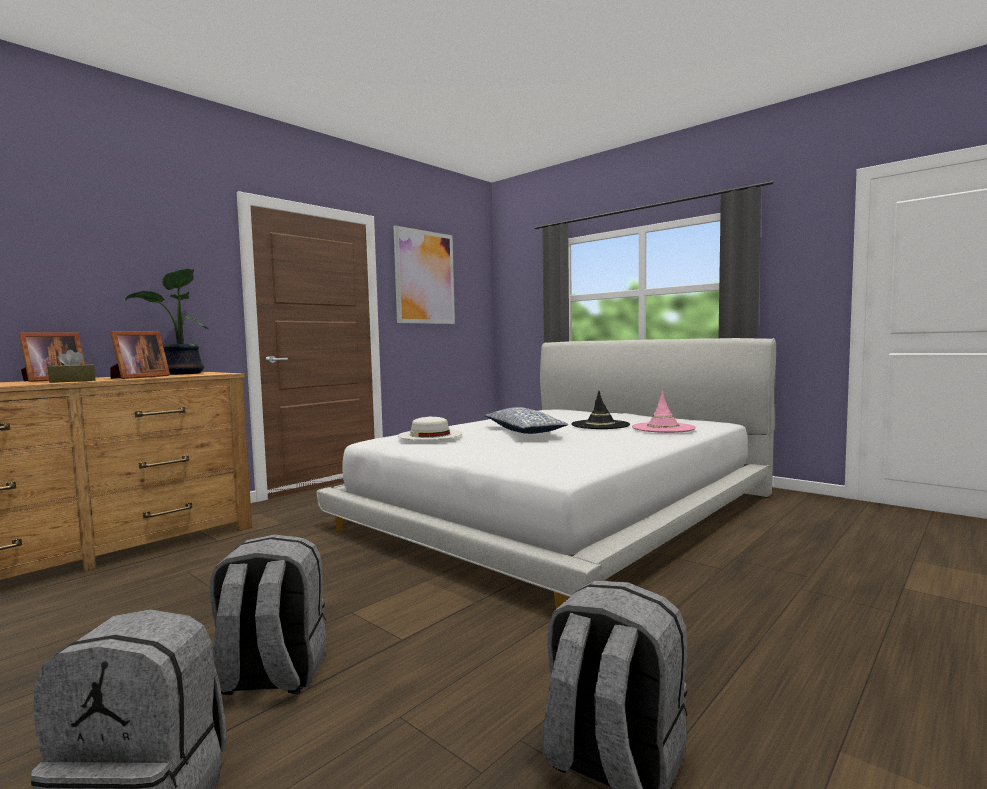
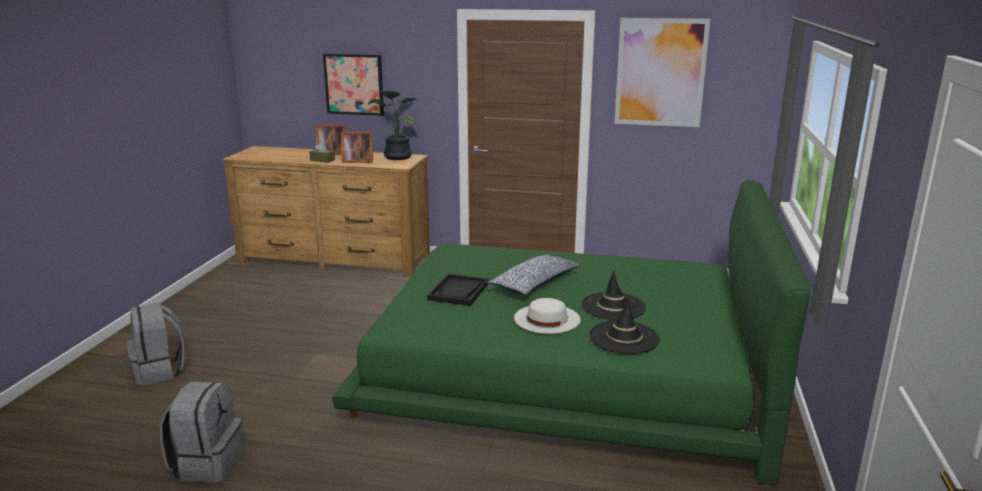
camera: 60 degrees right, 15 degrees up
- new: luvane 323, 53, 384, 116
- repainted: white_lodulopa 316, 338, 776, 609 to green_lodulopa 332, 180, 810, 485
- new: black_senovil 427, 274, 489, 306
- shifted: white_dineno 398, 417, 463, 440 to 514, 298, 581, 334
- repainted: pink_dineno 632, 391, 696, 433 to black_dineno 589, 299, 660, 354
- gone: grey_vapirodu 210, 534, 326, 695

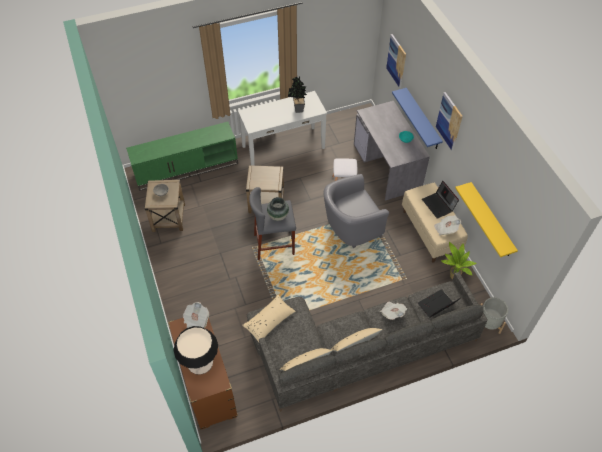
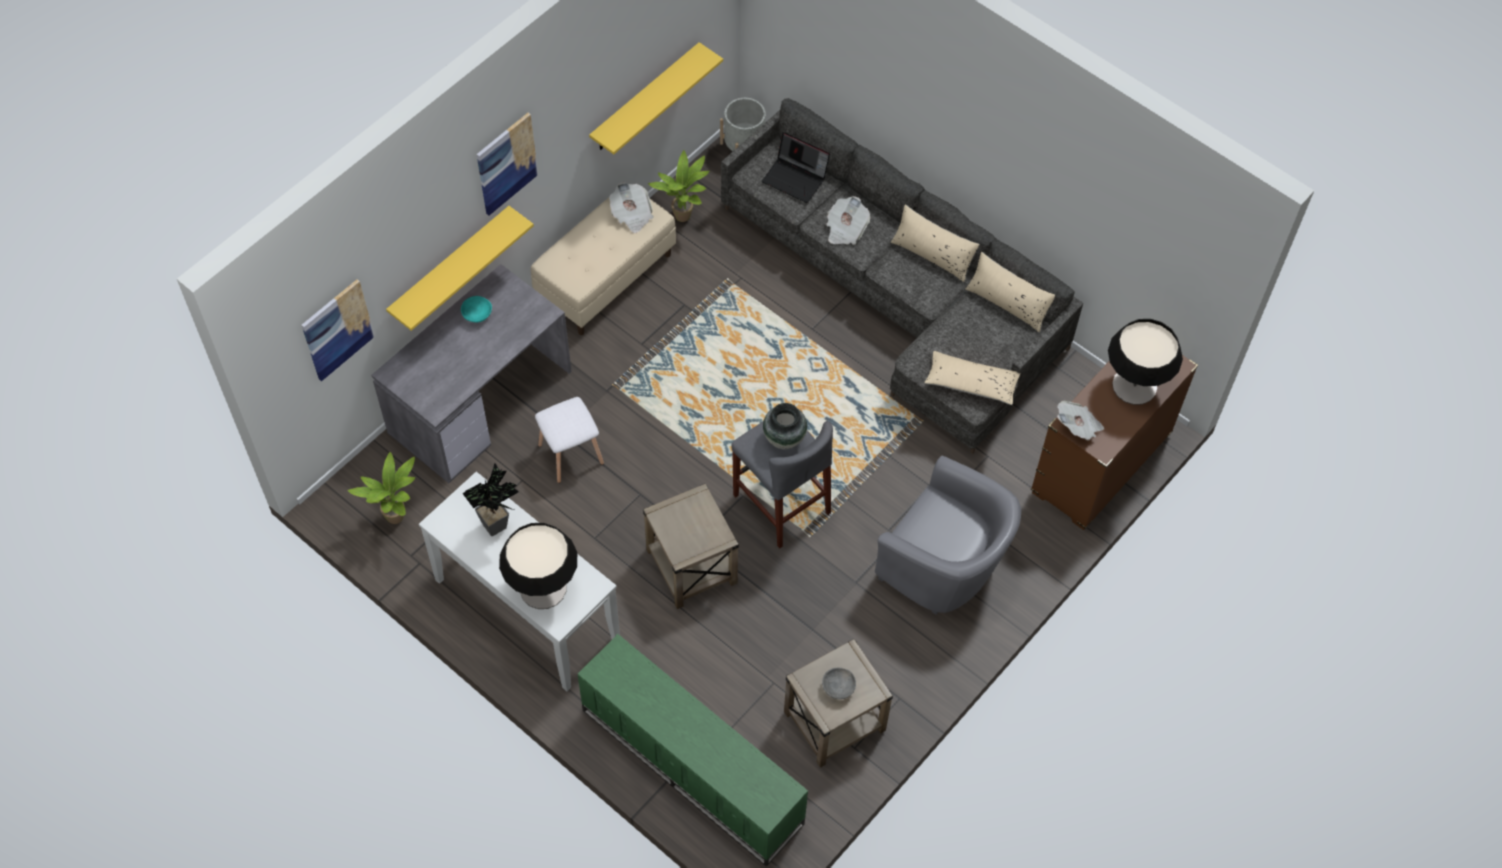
camera: 120 degrees left, 5 degrees up
- new: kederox 347, 452, 415, 524
- repainted: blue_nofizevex 392, 88, 443, 149 to yellow_nofizevex 386, 206, 534, 331
- new: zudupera 499, 523, 577, 609
- shifted: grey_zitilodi 324, 174, 389, 248 to 875, 456, 1021, 615
- gone: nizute 422, 181, 459, 219

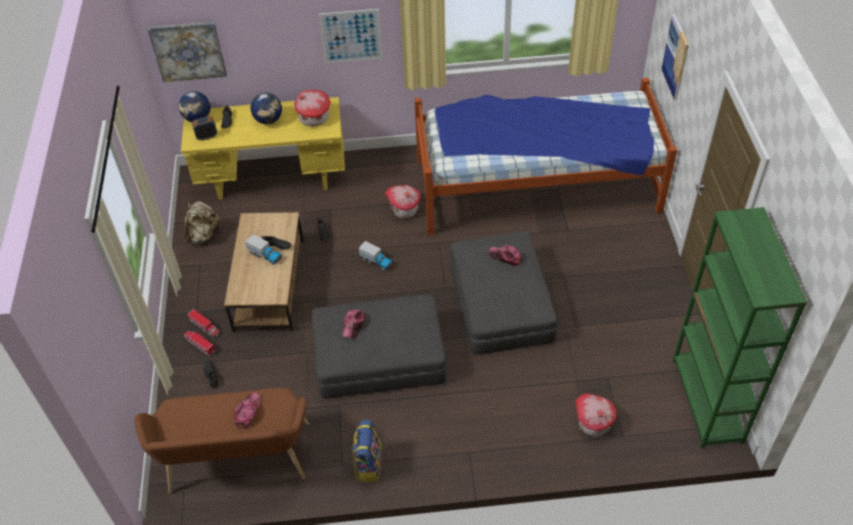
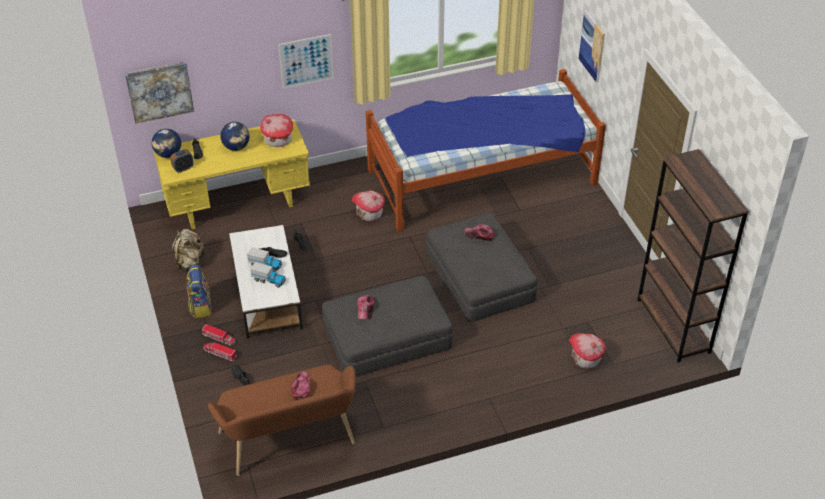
camera: 15 degrees left, 5 degrees down
- shifted: vapirodu 352, 420, 382, 482 to 186, 264, 211, 318
- repainted: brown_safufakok 224, 212, 304, 332 to white_safufakok 229, 225, 303, 339
- shifted: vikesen 359, 241, 393, 271 to 250, 262, 286, 288
- repainted: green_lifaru 673, 207, 807, 448 to brown_lifaru 637, 149, 749, 363

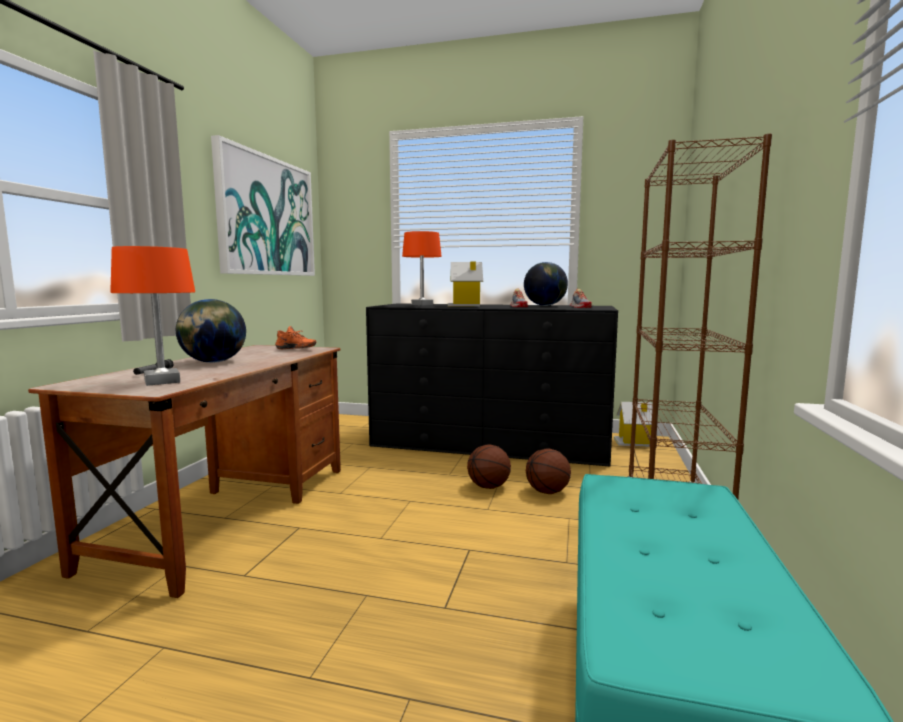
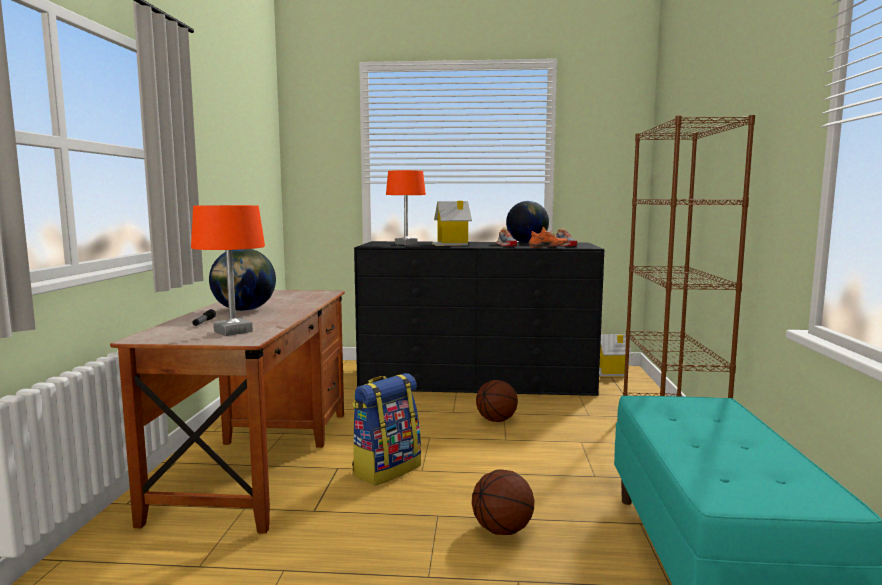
camera: 10 degrees left, 0 degrees up
- new: vapirodu 352, 373, 421, 486
- shifted: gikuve 526, 448, 571, 494 to 472, 469, 534, 535
- shifted: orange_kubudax 275, 326, 316, 349 to 529, 227, 568, 248
- gone: luvane 211, 135, 315, 276

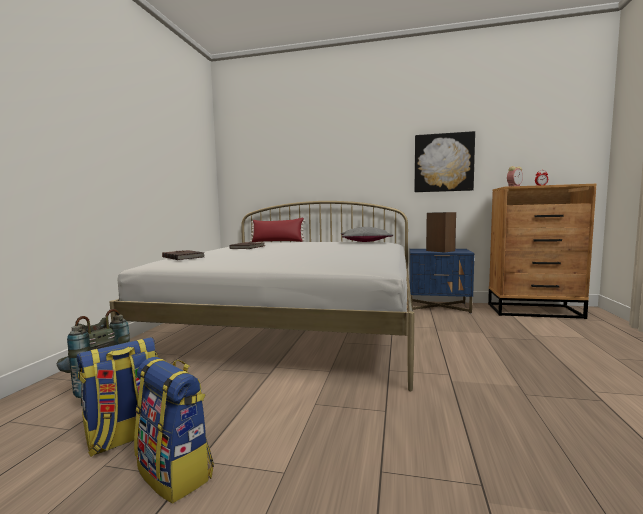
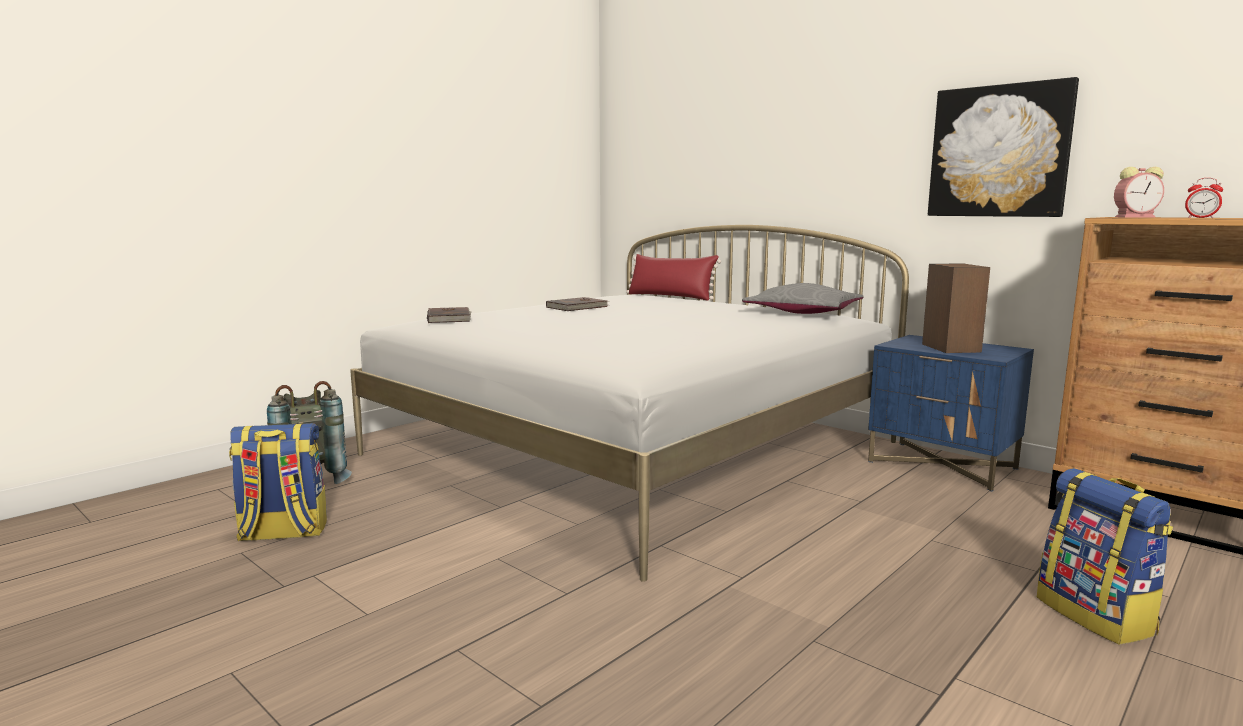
camera: 30 degrees right, 5 degrees up
- shifted: vapirodu 134, 357, 214, 503 to 1037, 468, 1173, 645

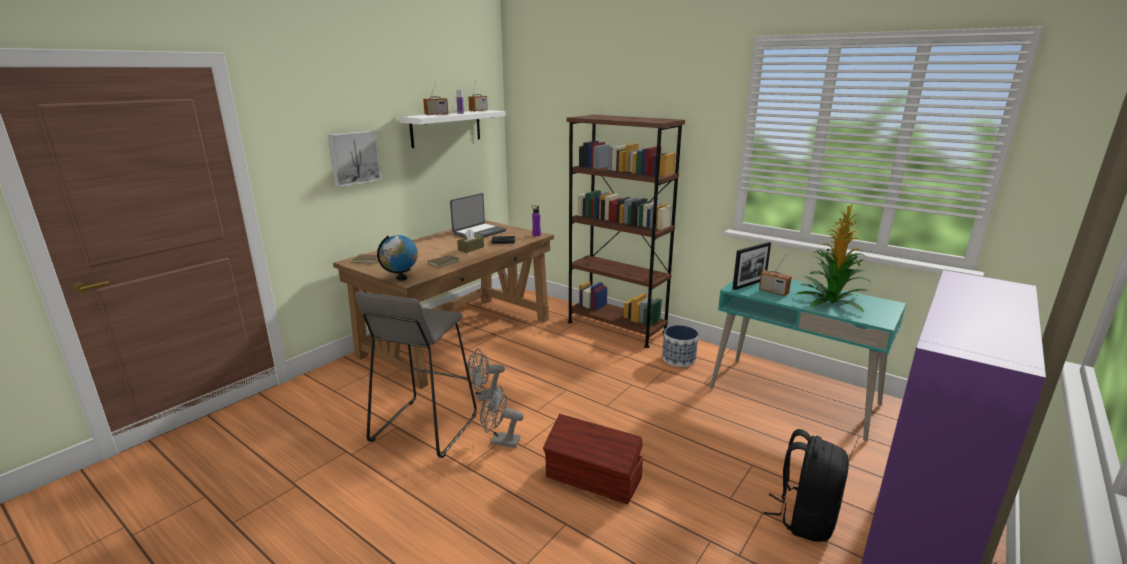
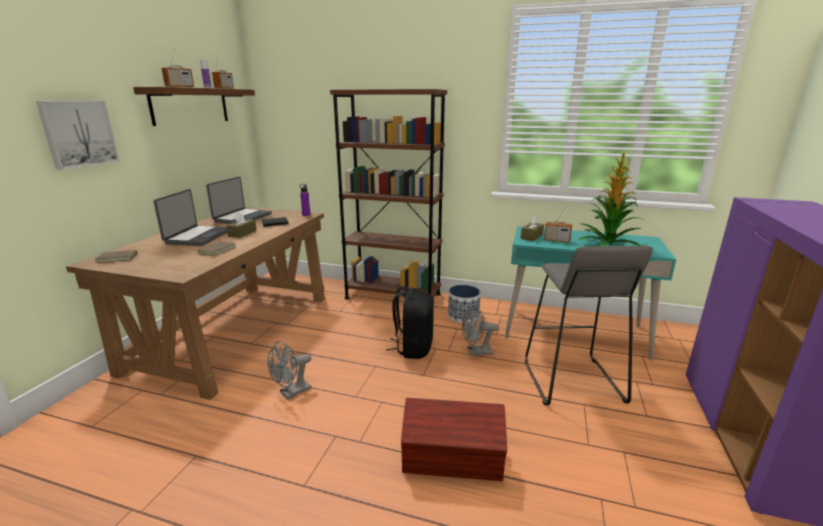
camera: 20 degrees left, 0 degrees up
- repainted: white_nofizevex 399, 110, 506, 148 to brown_nofizevex 133, 87, 255, 126
- new: nizute 153, 189, 227, 246
- shifted: black_vapirodu 764, 429, 849, 542 to 386, 286, 434, 359
- shifted: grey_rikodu 480, 386, 524, 448 to 462, 305, 499, 356
- swapped: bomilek 732, 242, 771, 290 to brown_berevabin 521, 215, 544, 241
- shifted: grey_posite 355, 291, 477, 458 to 525, 246, 653, 405
- gone: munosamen 377, 235, 418, 281

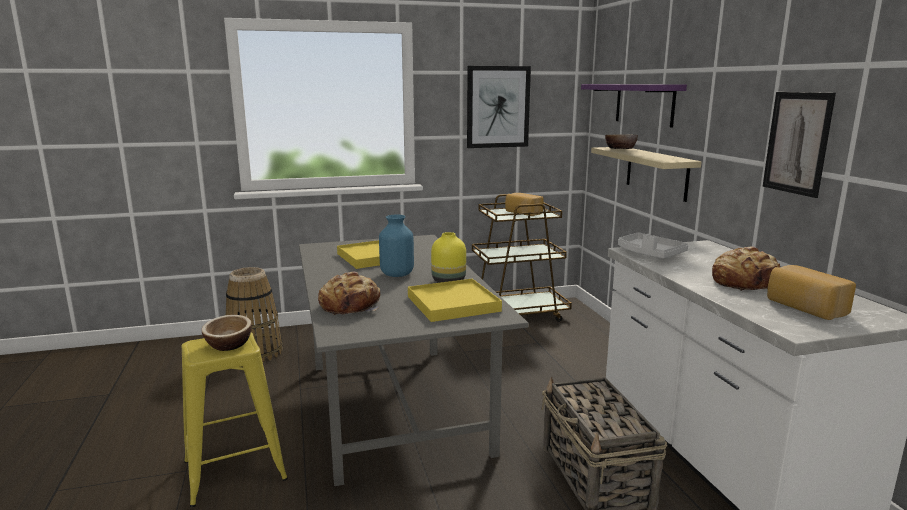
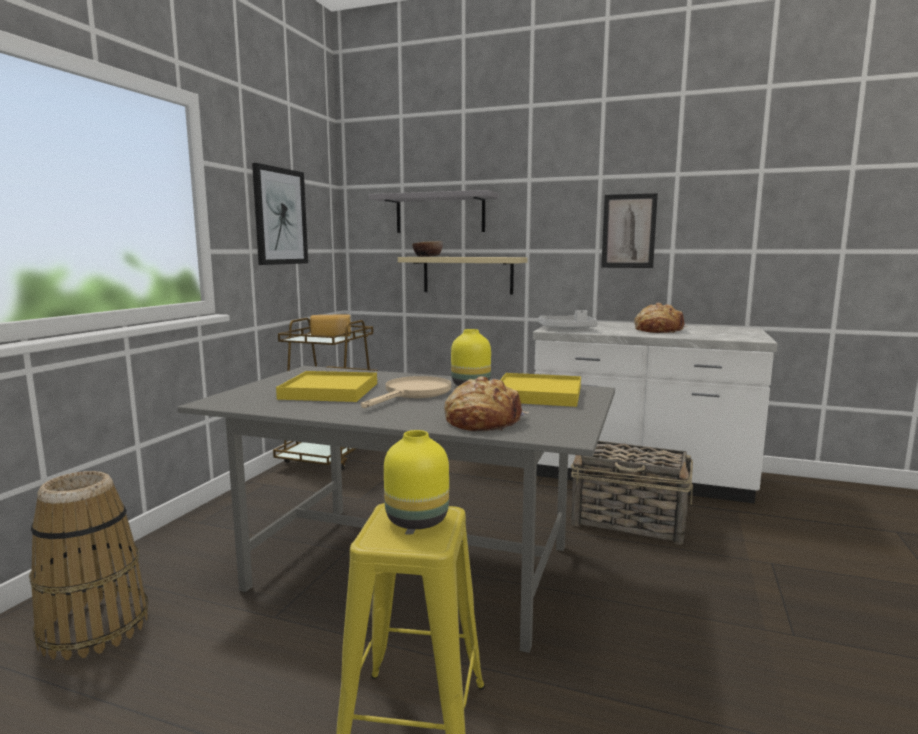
camera: 55 degrees left, 5 degrees down
- swapped: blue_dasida 379, 214, 414, 277 to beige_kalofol 361, 376, 451, 408
- repainted: purple_nofizevex 581, 84, 687, 128 to grey_nofizevex 369, 190, 499, 233
- swapped: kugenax 201, 315, 252, 351 to yellow_dasida 384, 430, 449, 529
- gone: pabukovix 767, 265, 856, 320

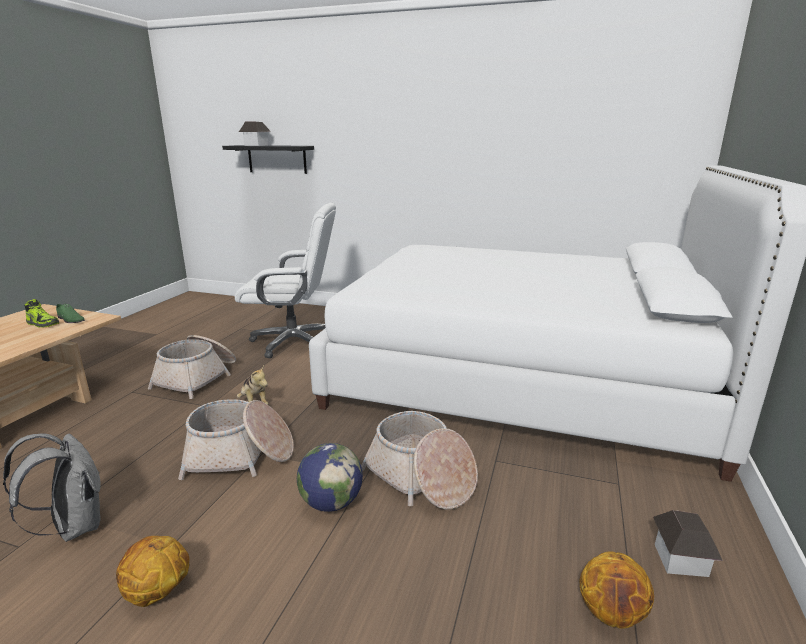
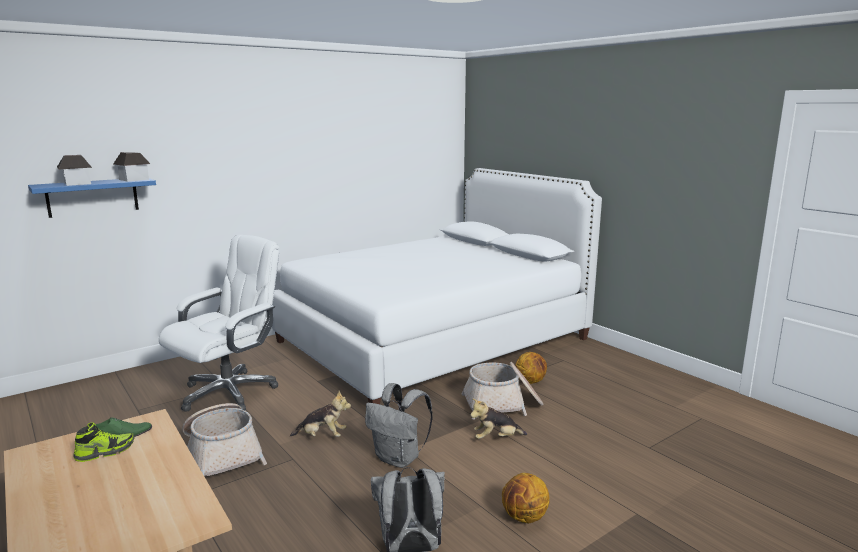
camera: 55 degrees left, 5 degrees down
- repainted: black_nofizevex 222, 145, 314, 174 to blue_nofizevex 28, 178, 156, 218
- shifted: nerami 653, 510, 723, 577 to 114, 152, 150, 182
- swapped: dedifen 178, 399, 294, 480 to grey_vapirodu 365, 383, 433, 468
- swapped: munosamen 297, 443, 363, 512 to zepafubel 470, 398, 527, 439
- shifted: gikuve 580, 552, 654, 629 to 515, 352, 547, 384

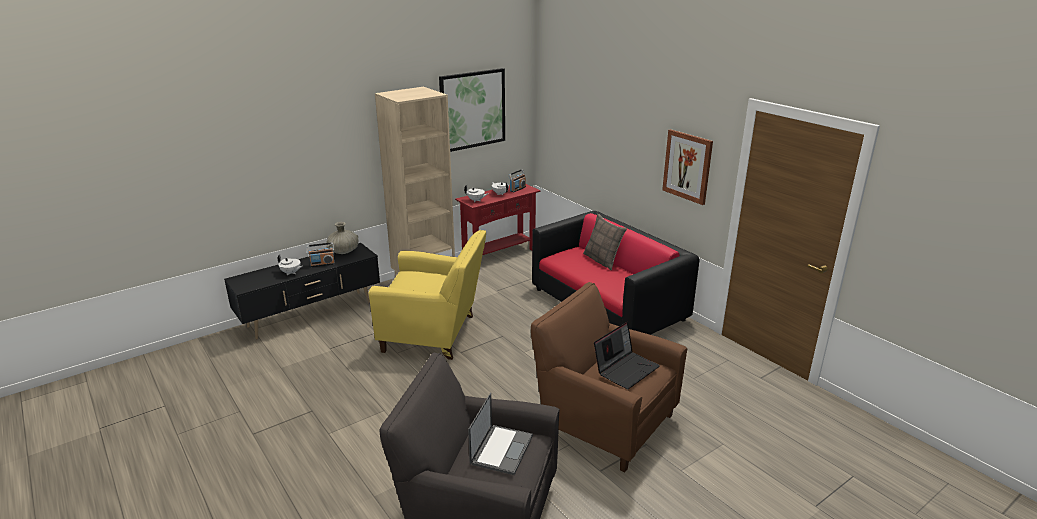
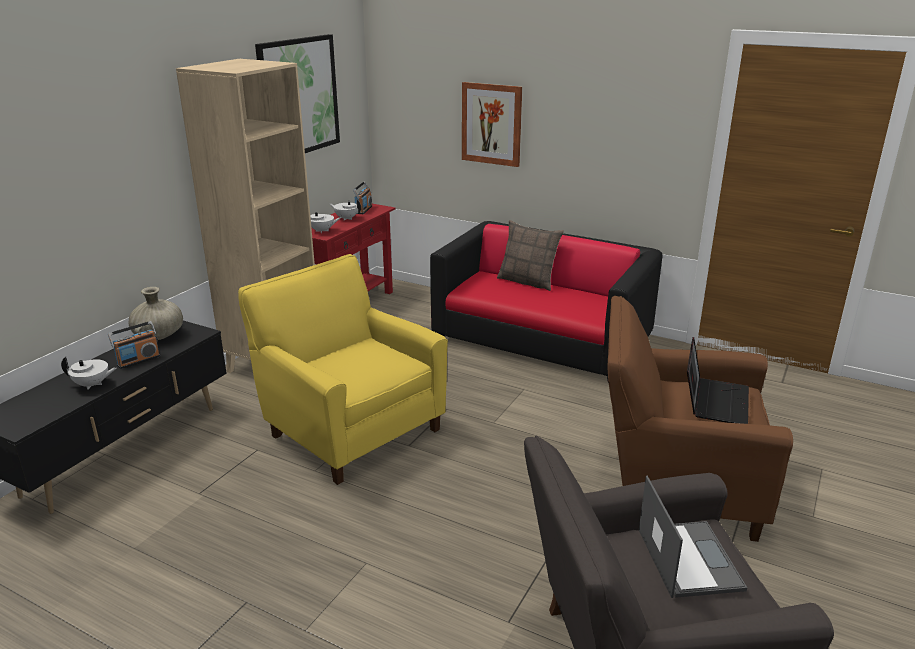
camera: 25 degrees left, 0 degrees up
- rotated: yellow_zitilodi 369, 230, 486, 360 = 238, 254, 448, 485 120 degrees counterclockwise
- shifted: luvane 662, 129, 713, 205 to 462, 82, 522, 167

